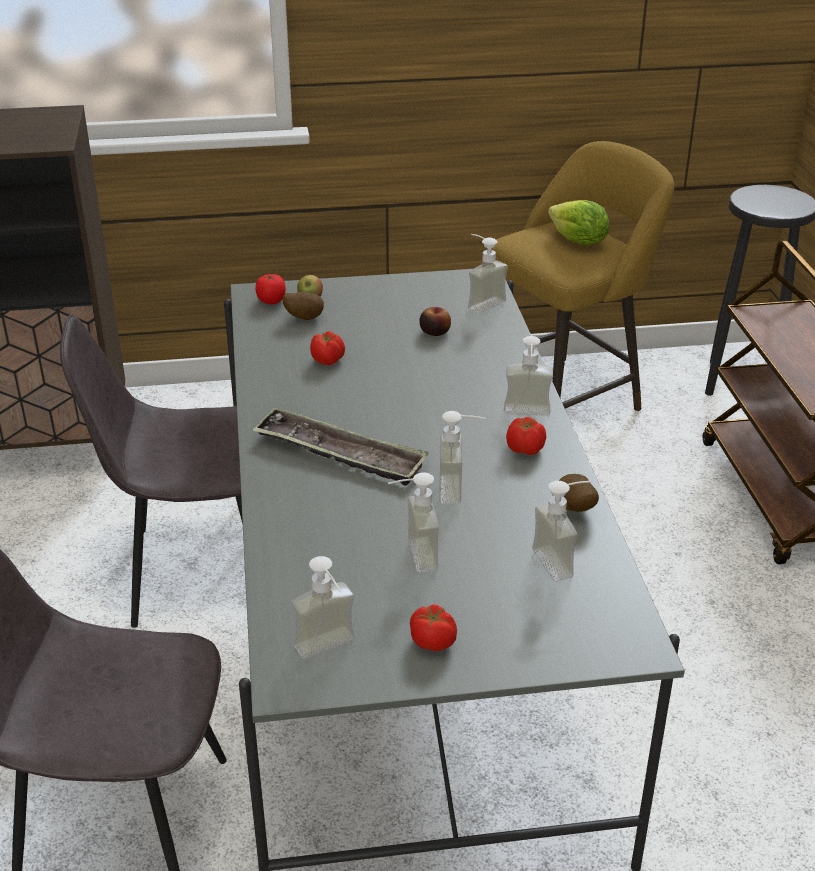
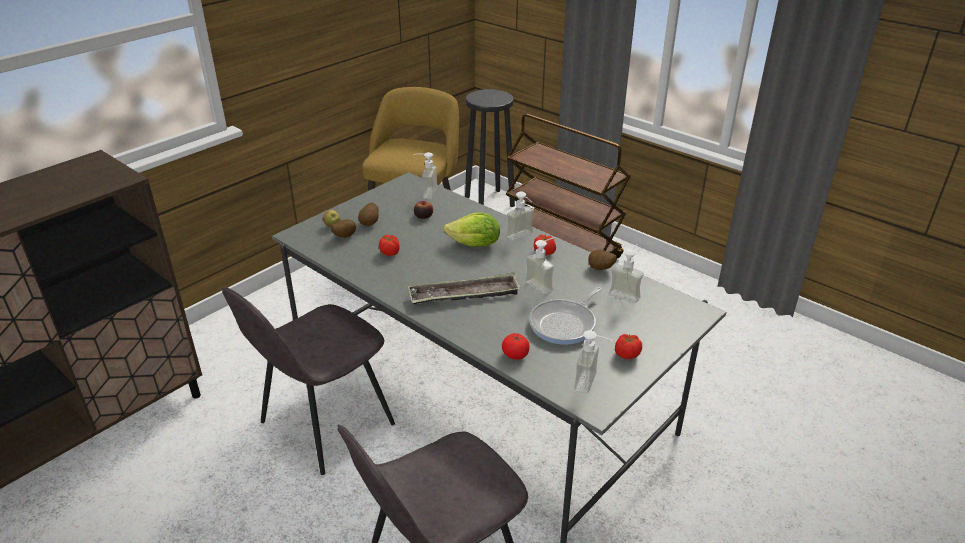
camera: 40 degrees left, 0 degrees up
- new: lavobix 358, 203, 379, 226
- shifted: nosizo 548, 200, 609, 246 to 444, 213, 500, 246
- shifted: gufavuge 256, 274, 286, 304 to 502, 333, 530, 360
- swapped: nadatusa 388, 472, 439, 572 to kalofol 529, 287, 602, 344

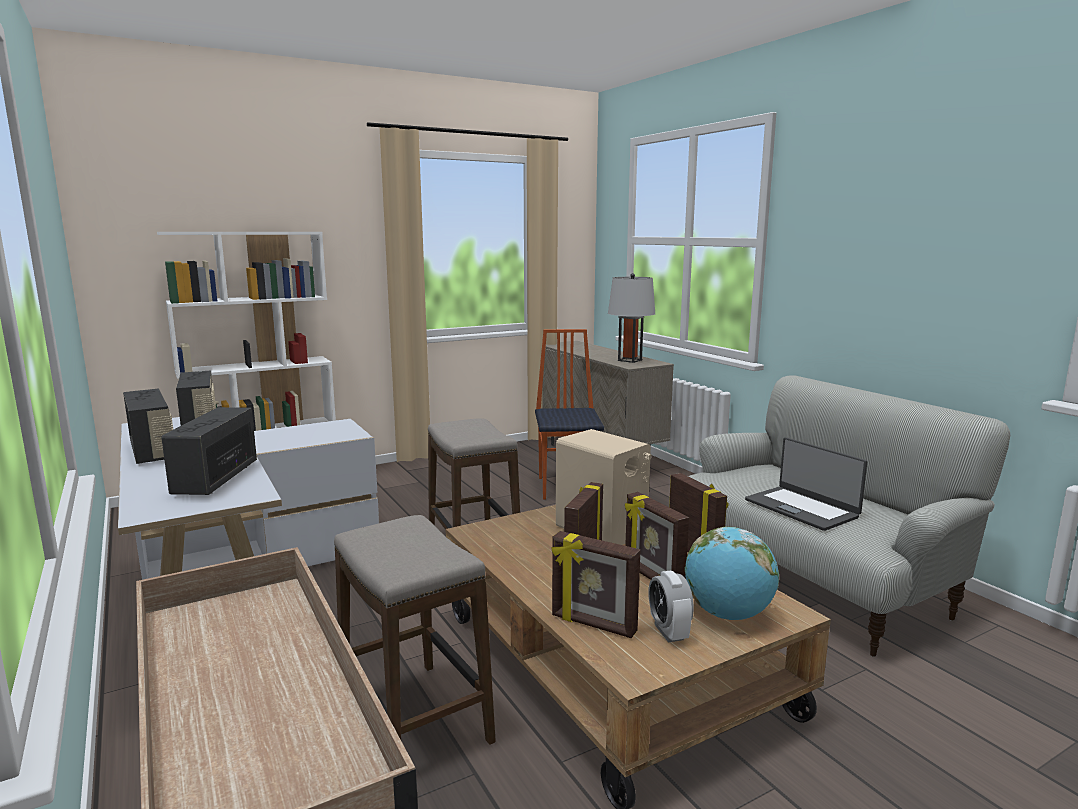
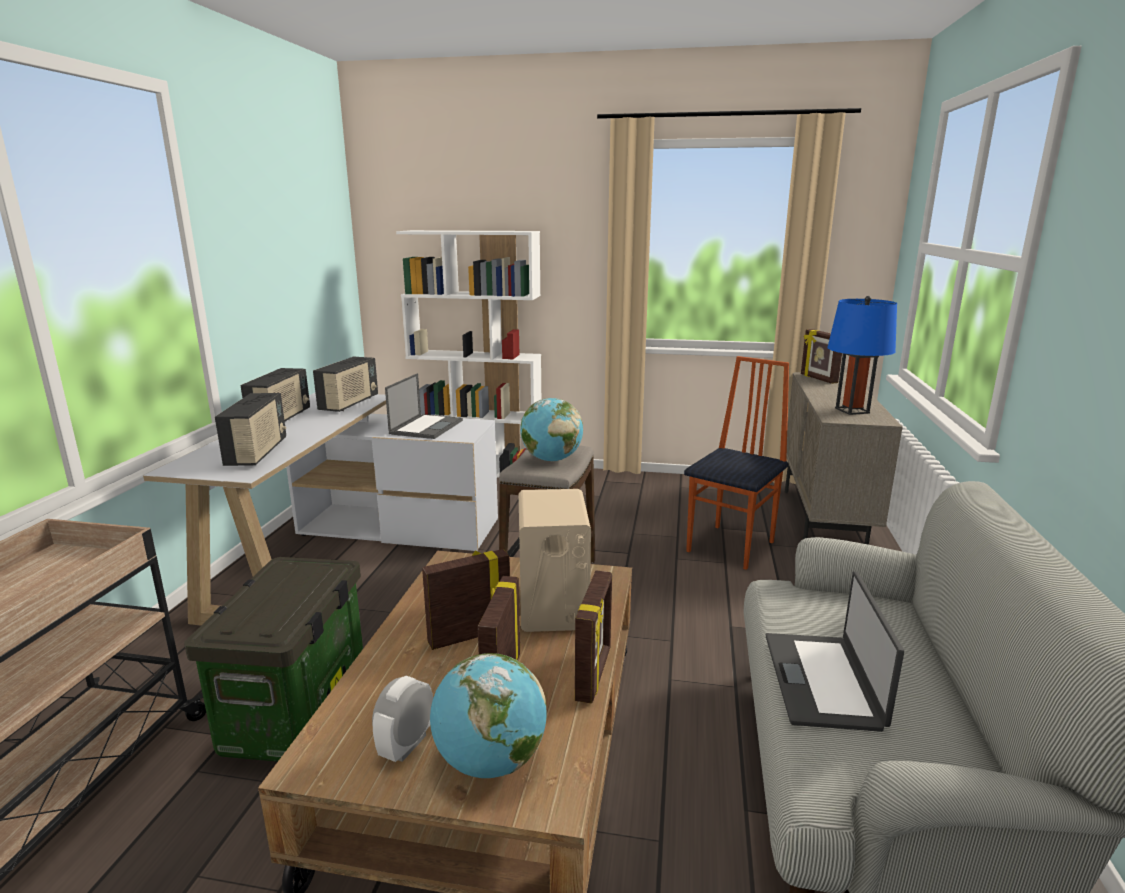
camera: 40 degrees right, 5 degrees up
- swapped: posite 334, 515, 496, 745 to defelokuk 184, 557, 363, 762
- rotated: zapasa 162, 407, 257, 495 = 215, 393, 286, 466 135 degrees clockwise
- new: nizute 385, 373, 463, 439
- new: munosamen 520, 398, 583, 461
- shifted: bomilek 551, 531, 641, 638 to 801, 329, 842, 384
- repainted: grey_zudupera 608, 273, 655, 363 to blue_zudupera 827, 296, 897, 415

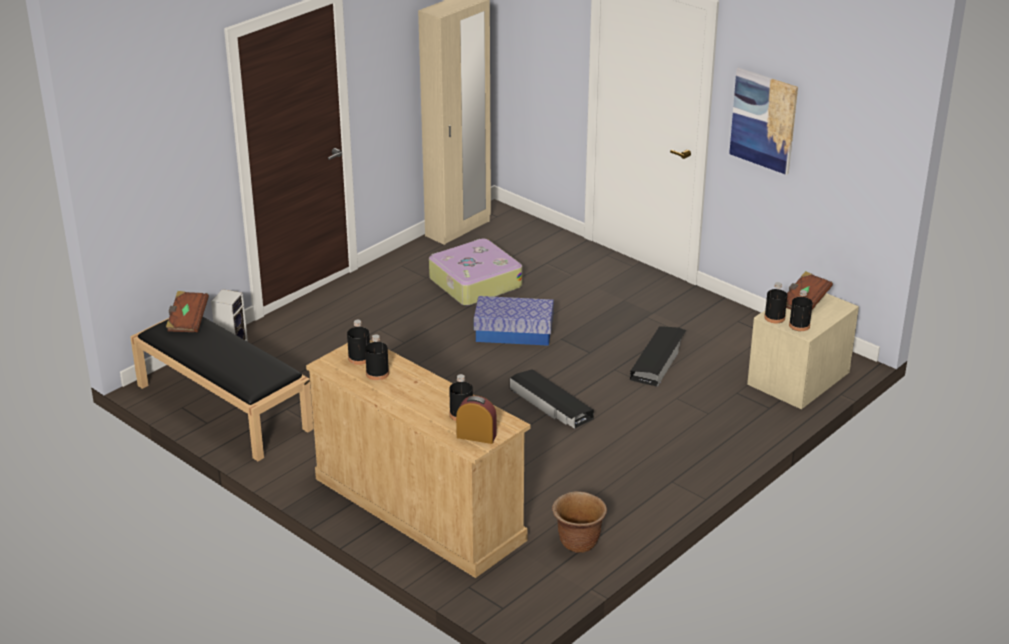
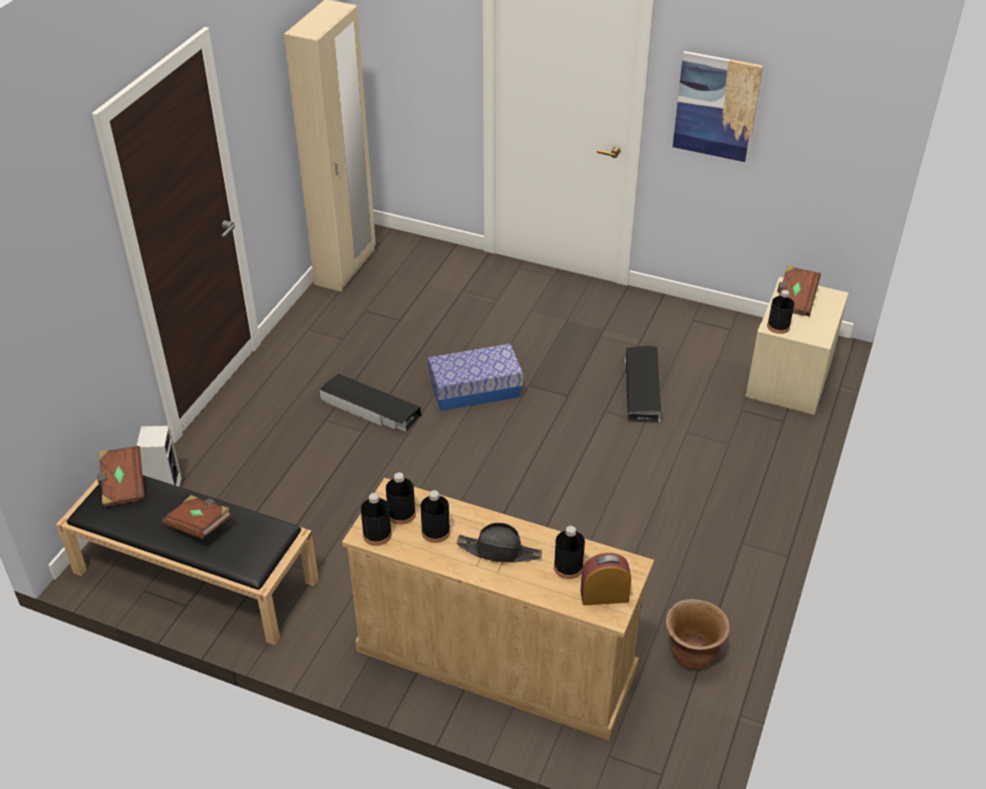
camera: 20 degrees left, 10 degrees up
- new: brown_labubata 162, 495, 232, 539
- shifted: black_defelokuk 510, 369, 594, 429 to 319, 374, 421, 432
- shifted: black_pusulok 789, 290, 813, 331 to 361, 493, 392, 546
- new: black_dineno 457, 523, 542, 562
- gone: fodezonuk 429, 239, 522, 306

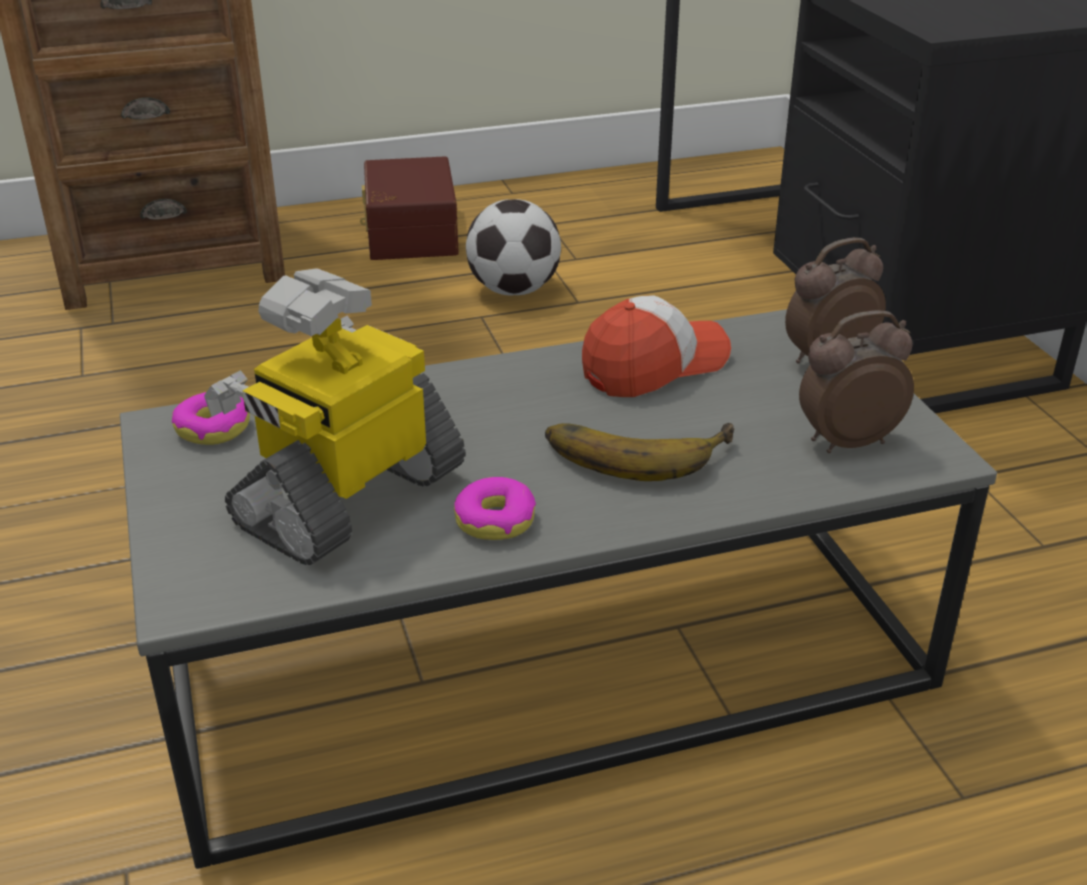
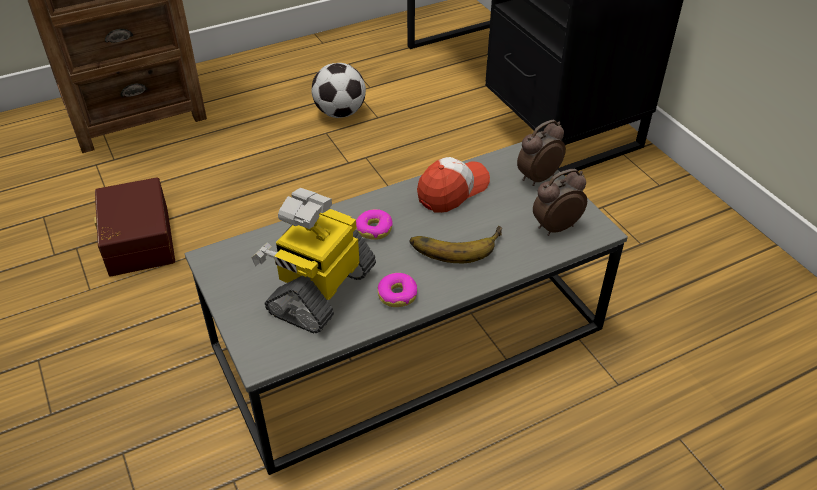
camera: 10 degrees left, 10 degrees up
- shifted: brown_defelokuk 360, 156, 459, 260 to 94, 178, 175, 276
- shifted: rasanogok 172, 392, 250, 445 to 356, 209, 392, 240

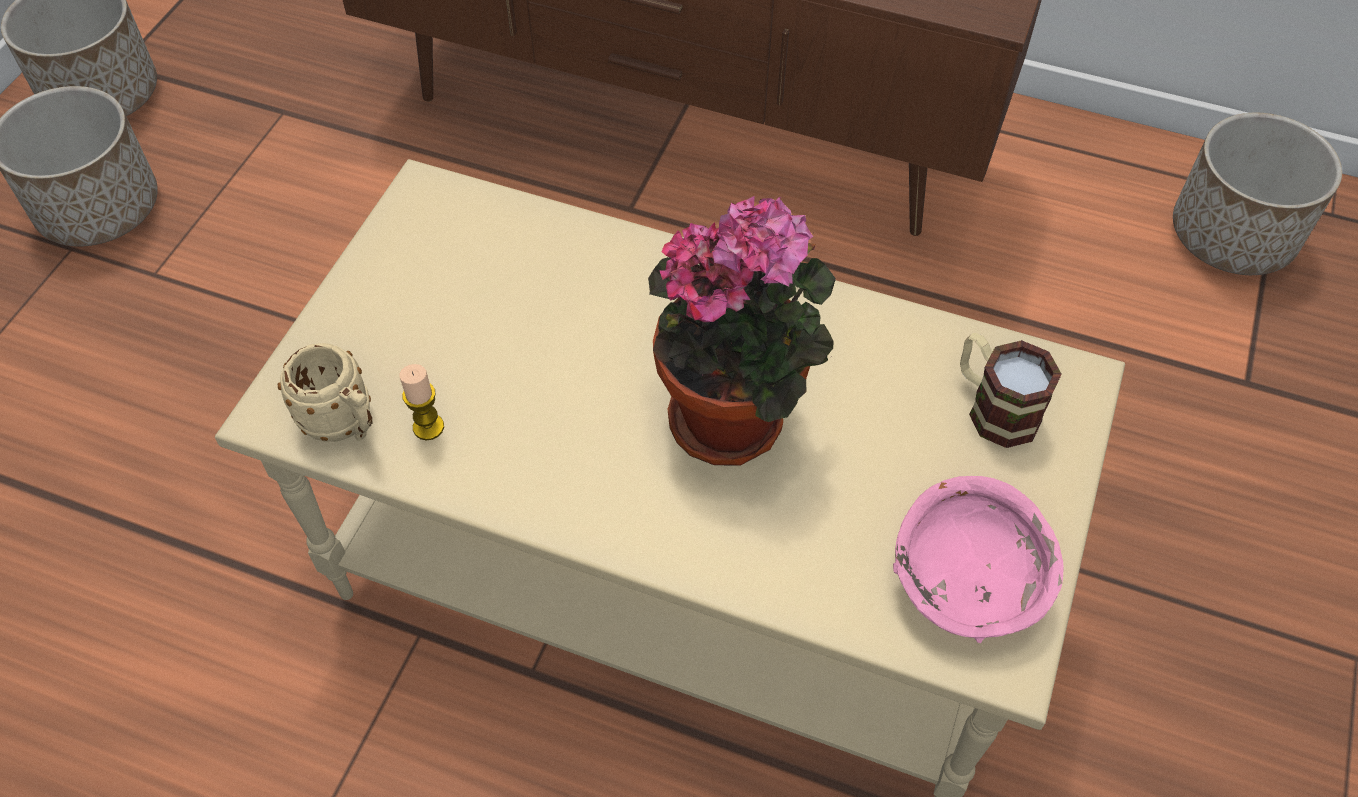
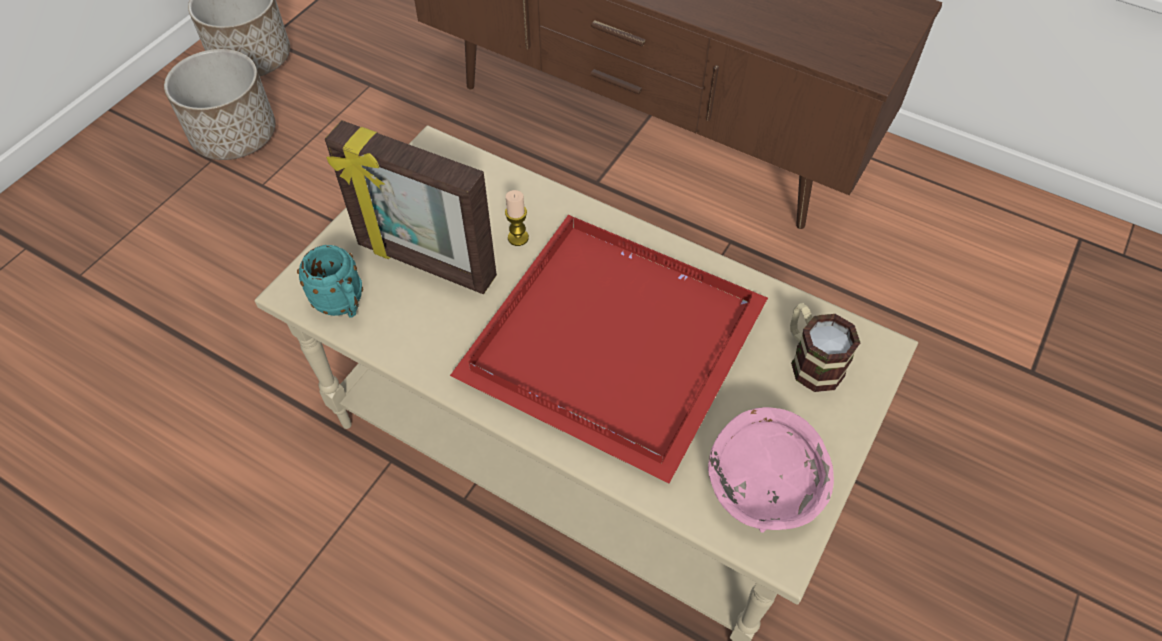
camera: 10 degrees right, 0 degrees up
- repainted: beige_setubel 278, 343, 372, 442 to turquoise_setubel 297, 245, 363, 318
- new: bomilek 325, 120, 497, 294
- swapped: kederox 648, 196, 836, 466 to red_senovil 450, 215, 768, 483
- shifted: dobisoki 399, 364, 444, 440 to 505, 190, 529, 246
- gone: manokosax 1173, 113, 1342, 275

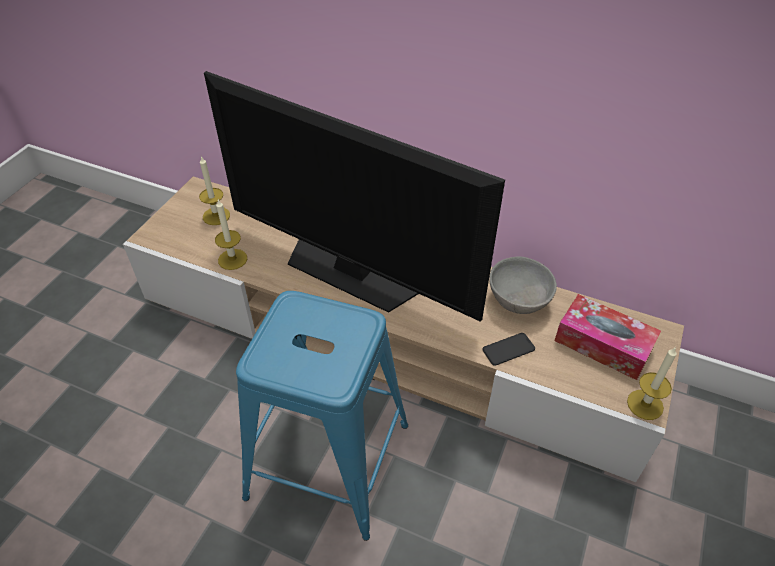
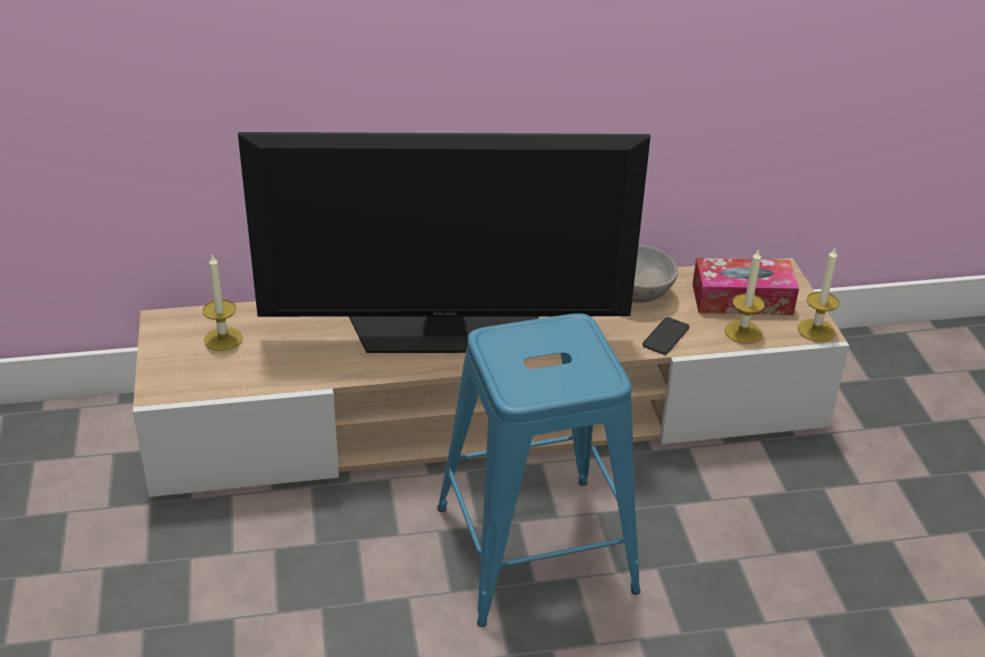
camera: 35 degrees left, 10 degrees down
- shifted: dobisoki 215, 200, 247, 270 to 725, 248, 765, 344

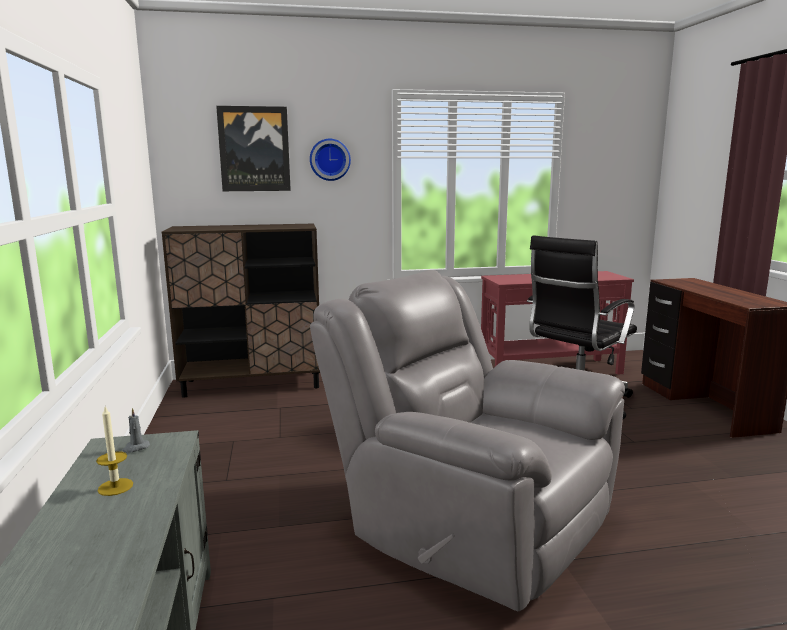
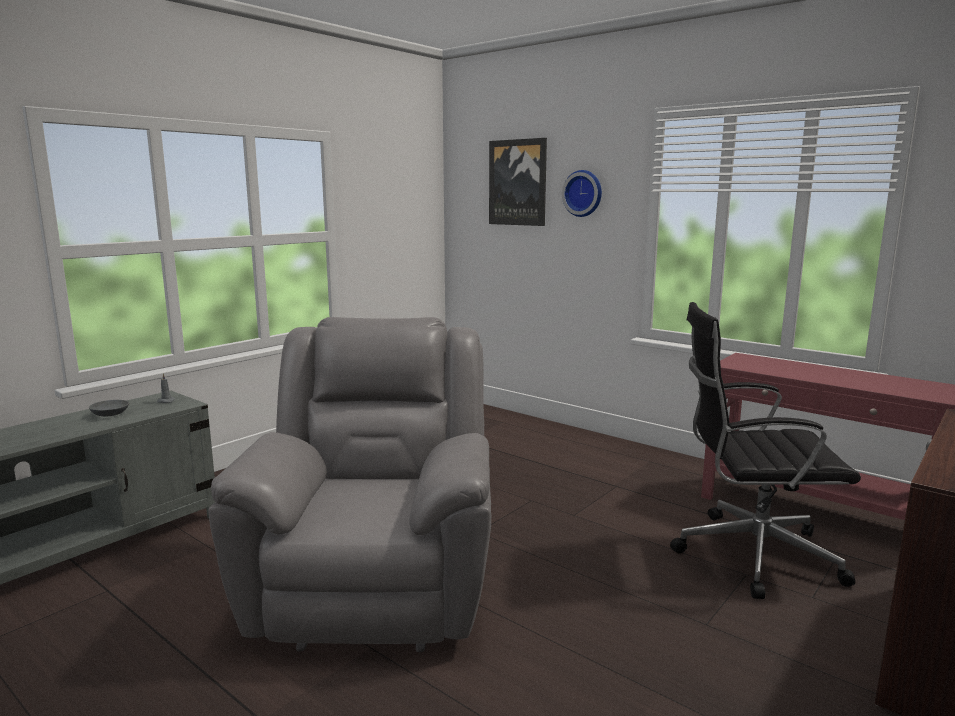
camera: 50 degrees right, 0 degrees up
- swapped: dobisoki 96, 407, 133, 496 to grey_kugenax 89, 400, 129, 417
- gone: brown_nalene 162, 224, 320, 398

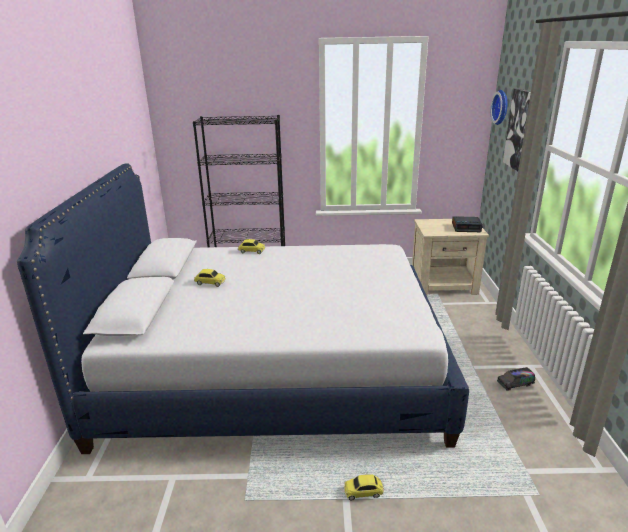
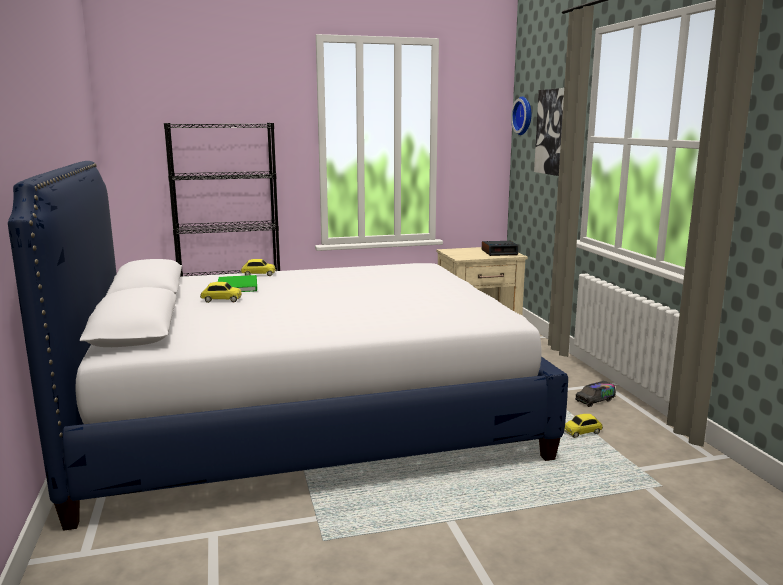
camera: 15 degrees left, 10 degrees down
- new: green_labubata 218, 275, 257, 292
- shifted: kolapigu 344, 474, 384, 501 to 564, 414, 603, 438

